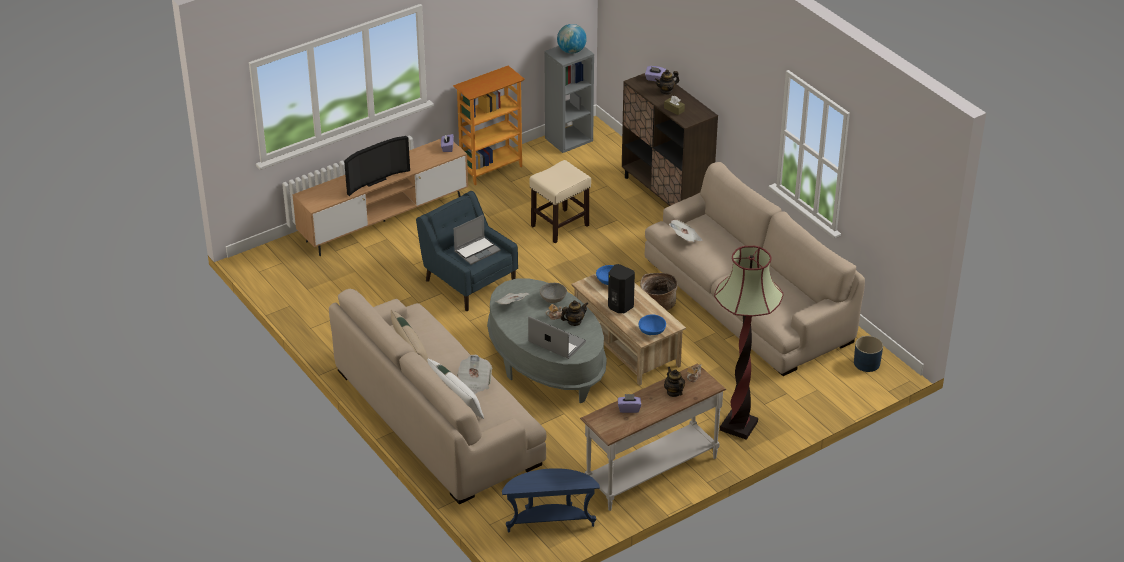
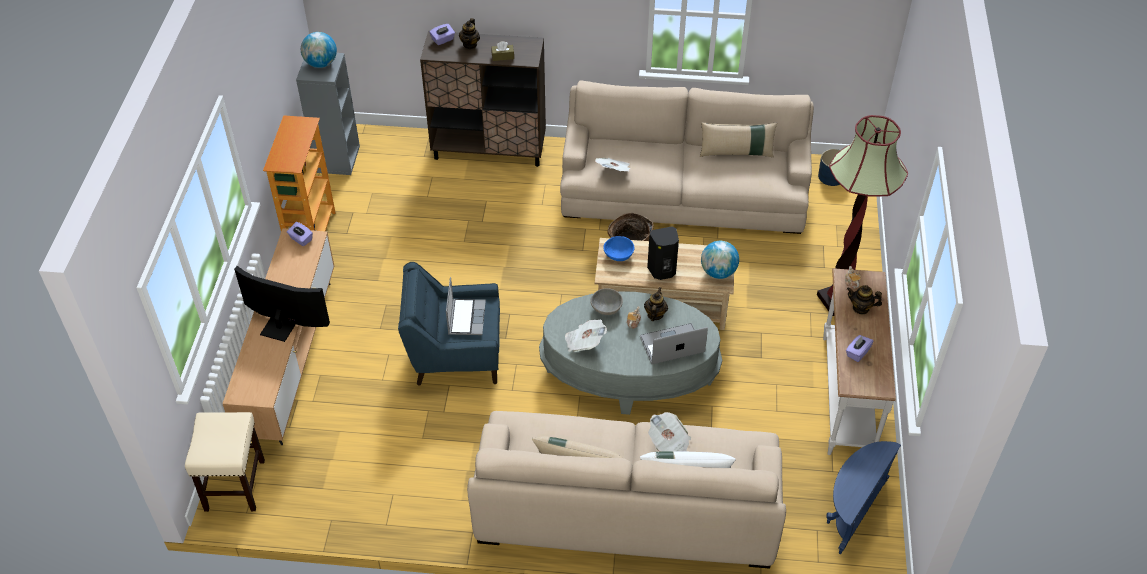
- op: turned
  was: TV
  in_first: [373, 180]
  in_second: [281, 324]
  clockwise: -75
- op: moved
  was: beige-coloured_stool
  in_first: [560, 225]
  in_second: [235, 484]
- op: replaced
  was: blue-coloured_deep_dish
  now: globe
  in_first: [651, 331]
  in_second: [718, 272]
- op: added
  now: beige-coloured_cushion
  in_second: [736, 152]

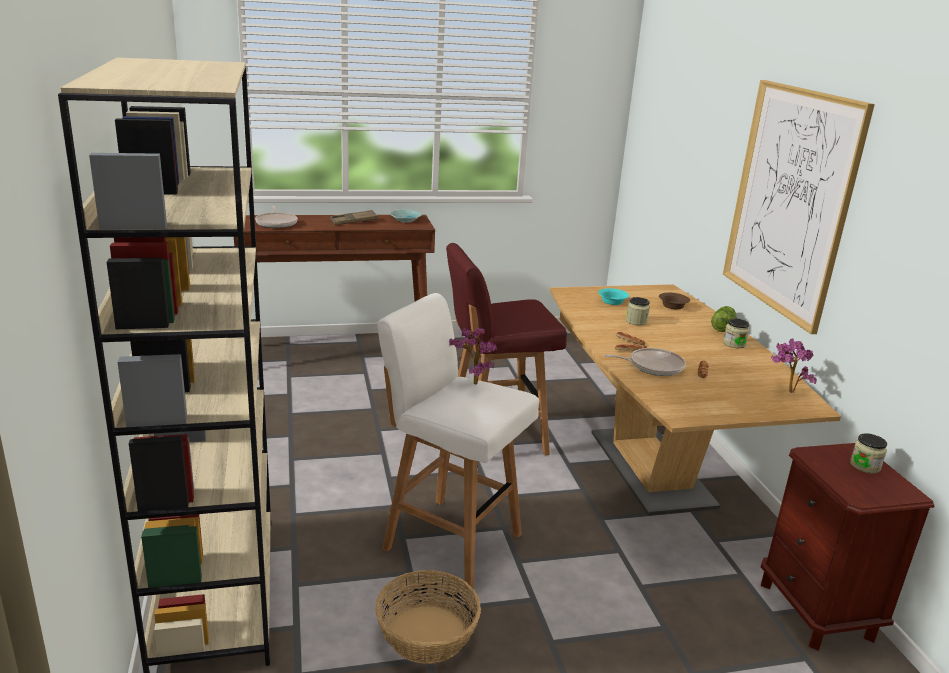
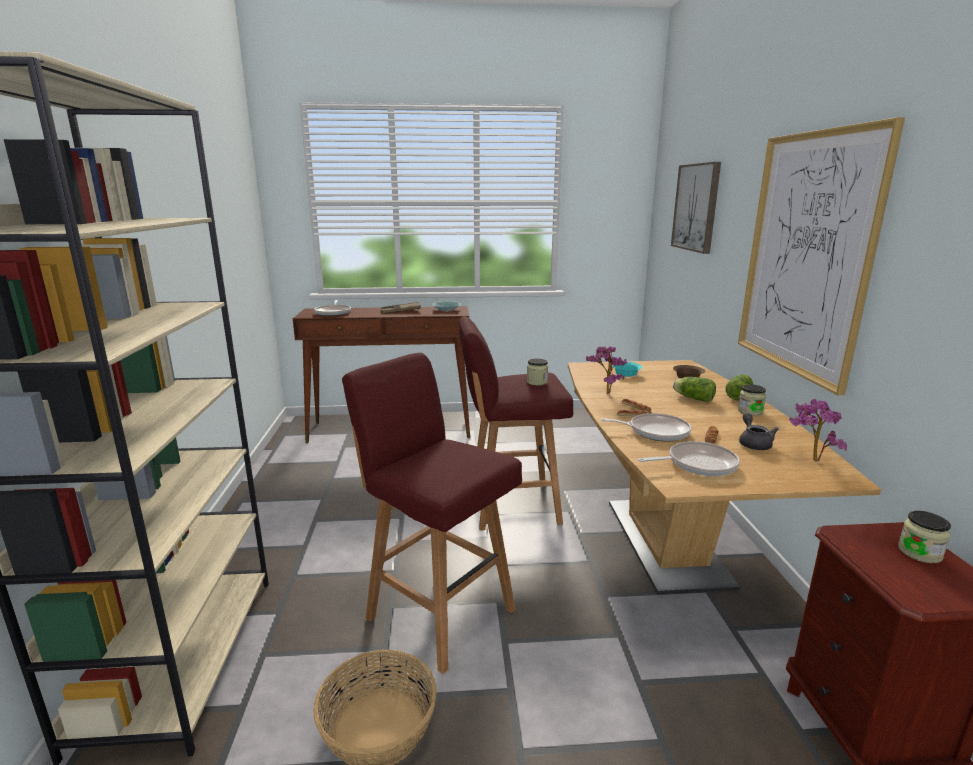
- op: recoloured
  was: white_stool
  now: reddish_stool
  in_first: [450, 540]
  in_second: [438, 611]
- op: moved
  was: houseplant
  in_first: [472, 382]
  in_second: [605, 392]
- op: moved
  was: jar
  in_first: [636, 321]
  in_second: [537, 382]
- op: added
  now: pan
  in_second: [697, 464]
- op: added
  now: wall_picture
  in_second: [696, 207]
- op: added
  now: lettuce_head
  in_second: [692, 398]
- op: added
  now: grey_pot_for_tea
  in_second: [754, 443]

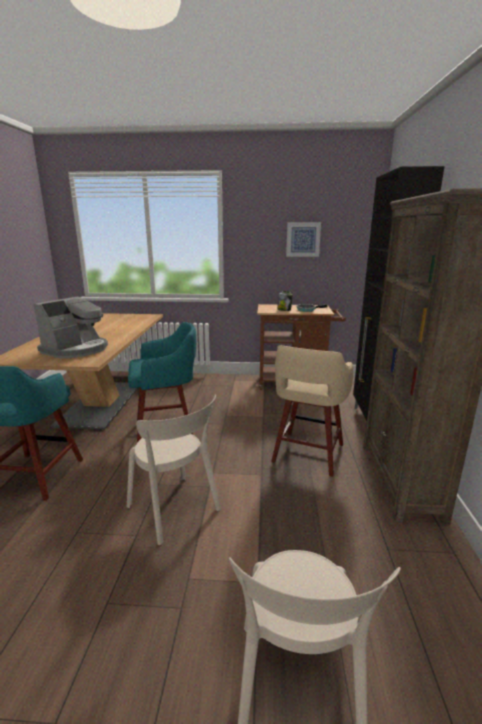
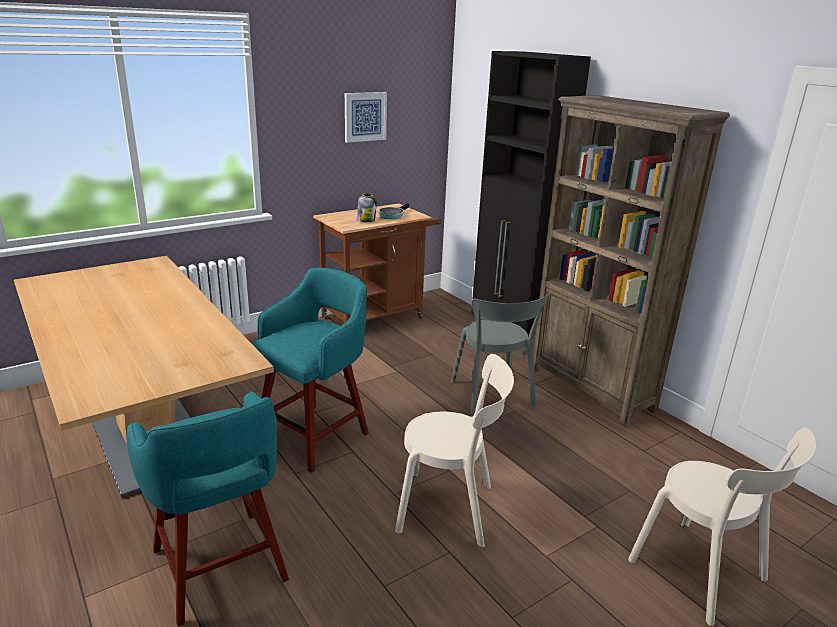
- op: removed
  was: coffee_brewer
  in_first: [76, 349]
- op: replaced
  was: beige-coloured_stool
  now: grey_upright_chair
  in_first: [307, 454]
  in_second: [493, 396]

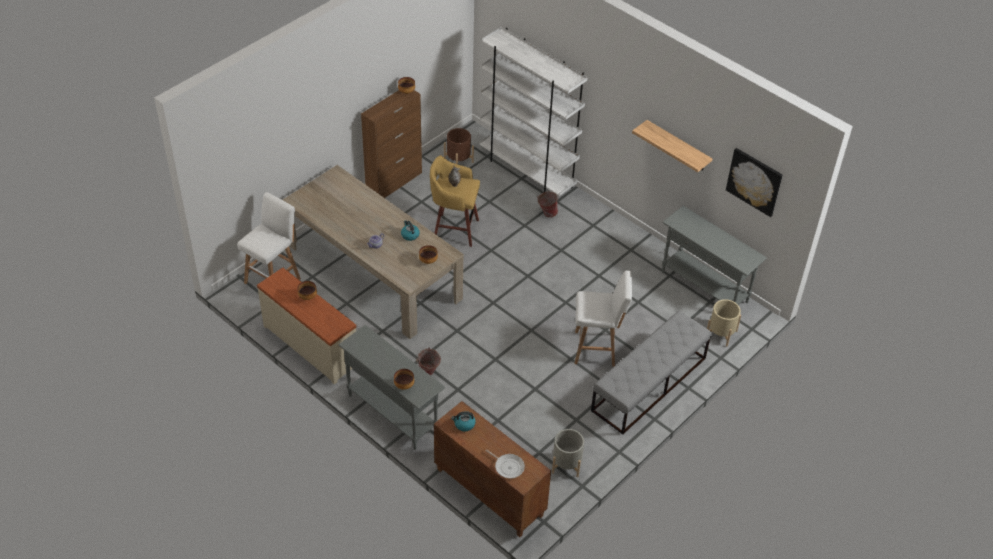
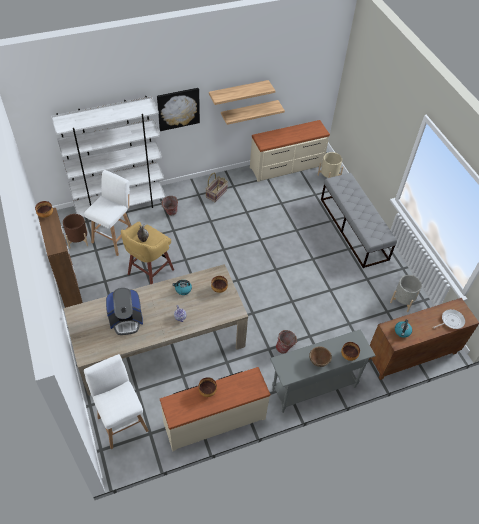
- op: moved
  was: white_stool
  in_first: [597, 349]
  in_second: [114, 238]
- op: replaced
  was: grey_hall_table
  now: beige-coloured_dresser
  in_first: [704, 287]
  in_second: [287, 167]
- op: moved
  was: wall_picture
  in_first: [754, 181]
  in_second: [178, 108]
- op: added
  now: coffee_brewer
  in_second: [126, 320]
- op: added
  now: household_basket
  in_second: [216, 193]
- op: added
  now: bracket_shelf
  in_second: [249, 112]
- op: added
  now: brown_deep_dish
  in_second: [318, 361]

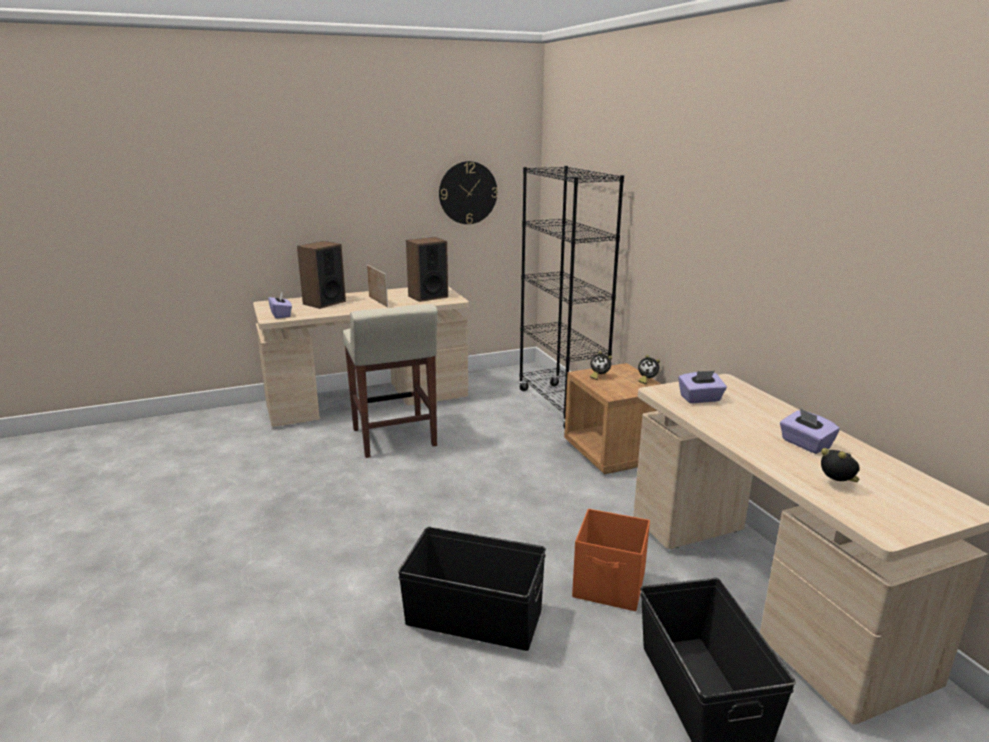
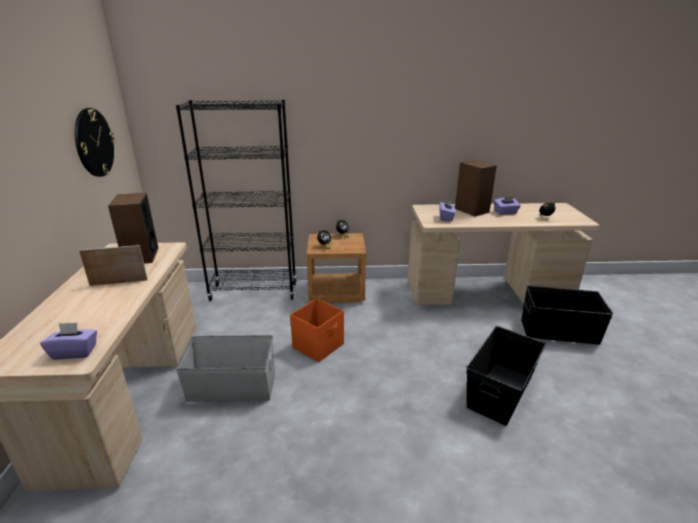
- op: moved
  was: loudspeaker
  in_first: [324, 302]
  in_second: [471, 210]
- op: replaced
  was: beige-coloured_stool
  now: grey_storage_bin
  in_first: [394, 438]
  in_second: [232, 387]
- op: moved
  was: orange-coloured_storage_bin
  in_first: [610, 586]
  in_second: [319, 345]

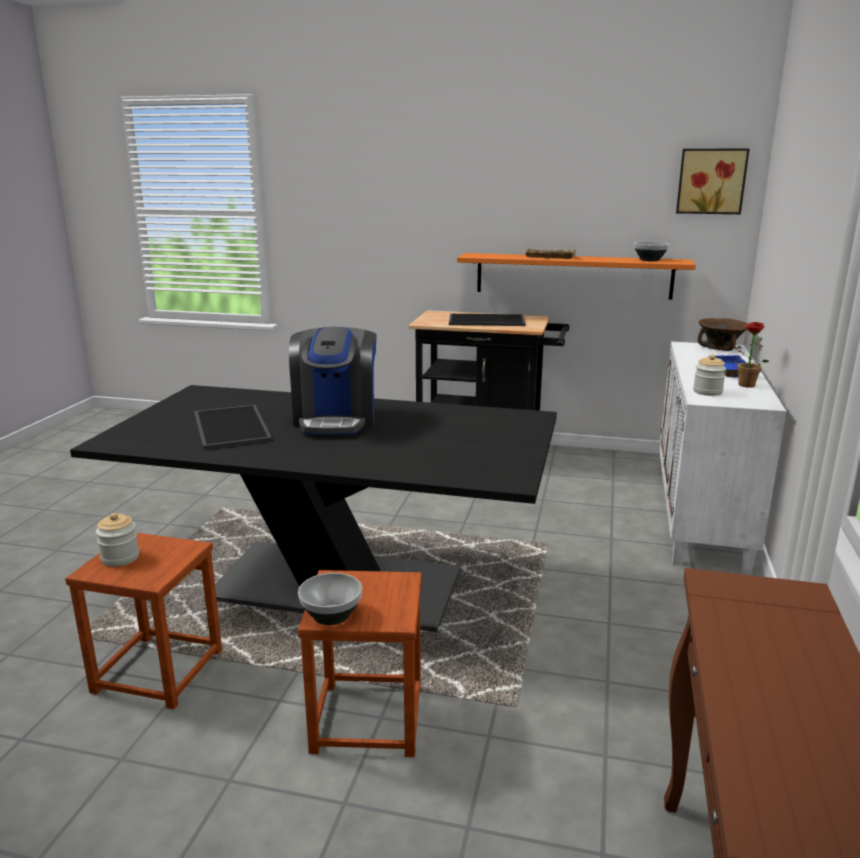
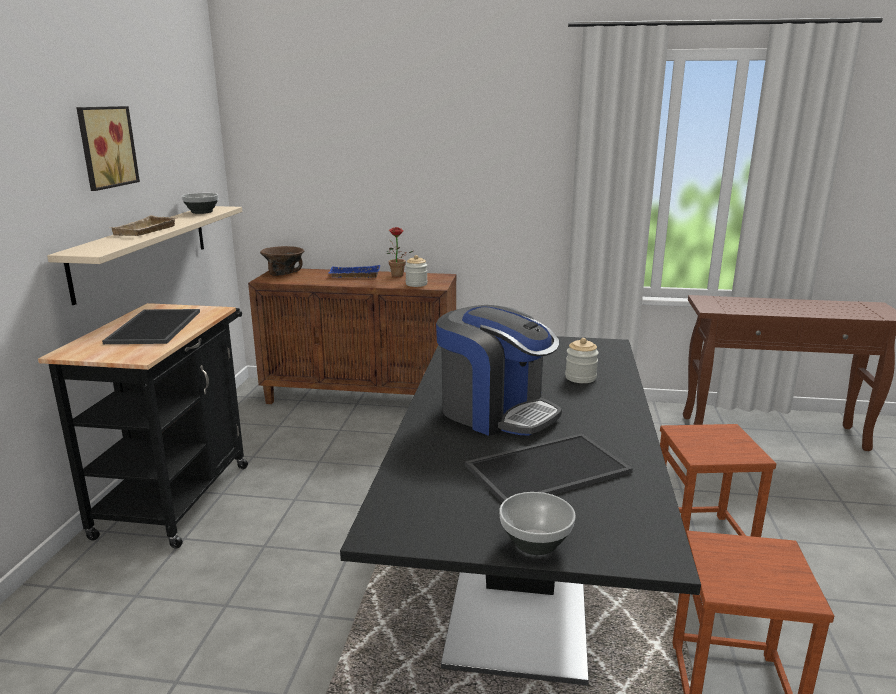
- op: moved
  was: jar
  in_first: [120, 558]
  in_second: [580, 378]
- op: turned
  was: coffee_brewer
  in_first: [336, 419]
  in_second: [496, 412]
  clockwise: 45
- op: moved
  was: deep_dish
  in_first: [331, 616]
  in_second: [536, 542]
- op: recoloured
  was: orange-coloured_bracket_shelf
  now: beige-coloured_bracket_shelf
  in_first: [573, 275]
  in_second: [144, 249]
- op: recoloured
  was: white_cupboard
  now: brown_cupboard
  in_first: [701, 516]
  in_second: [361, 397]
- op: moved
  was: wall_picture
  in_first: [711, 181]
  in_second: [104, 147]

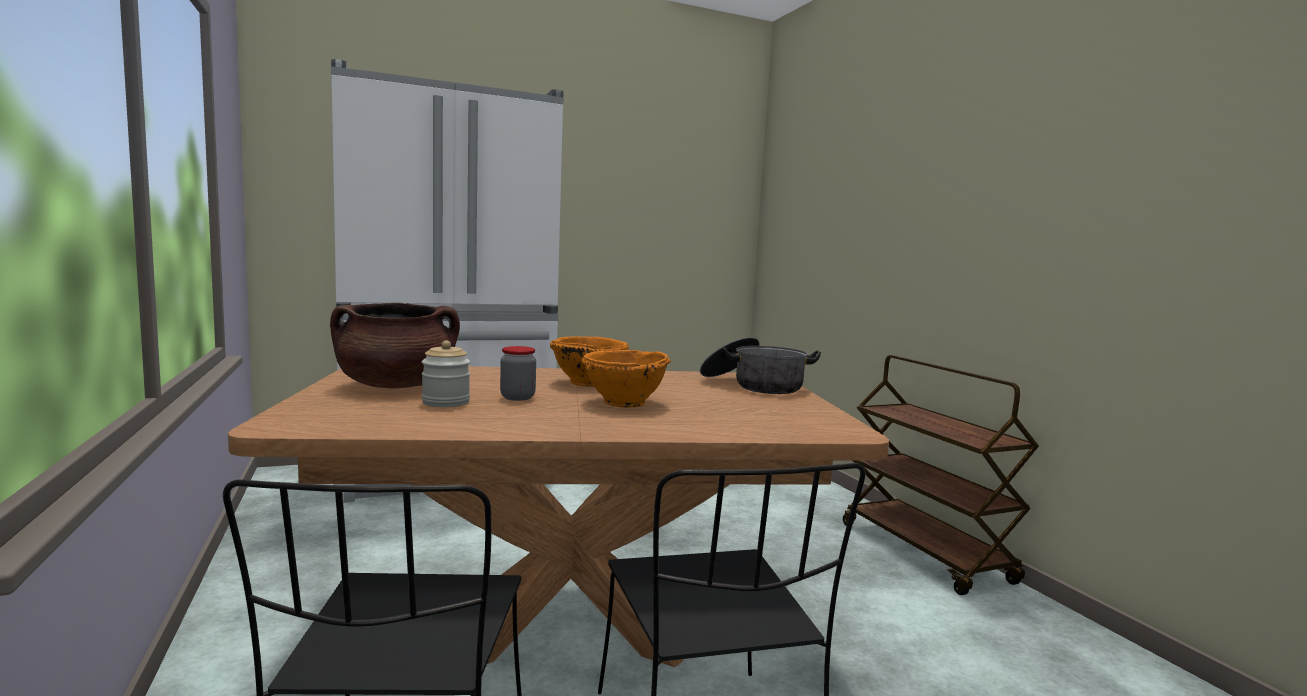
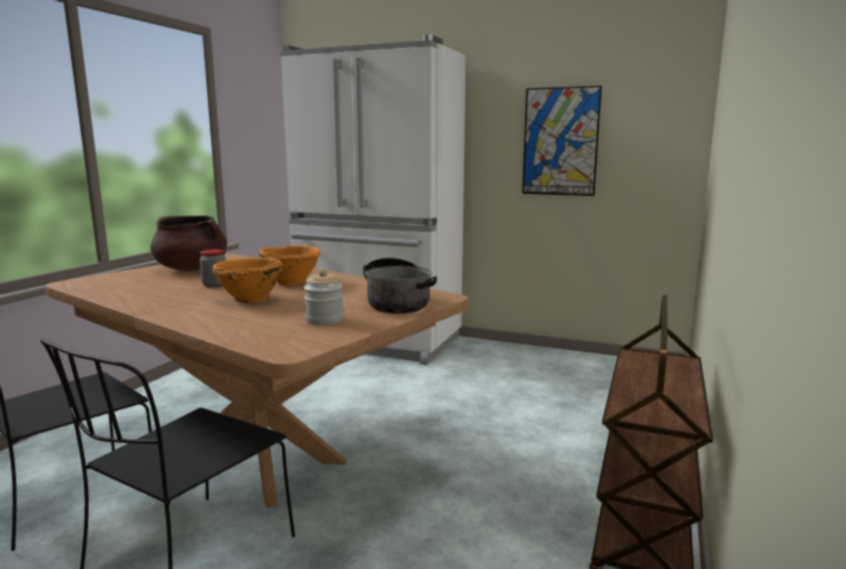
- op: moved
  was: jar
  in_first: [446, 402]
  in_second: [324, 320]
- op: added
  now: wall_picture
  in_second: [560, 142]

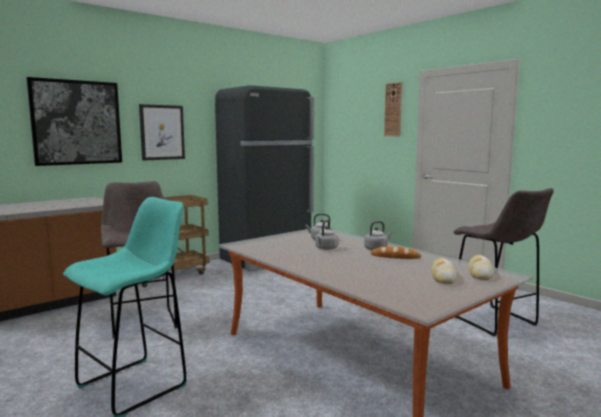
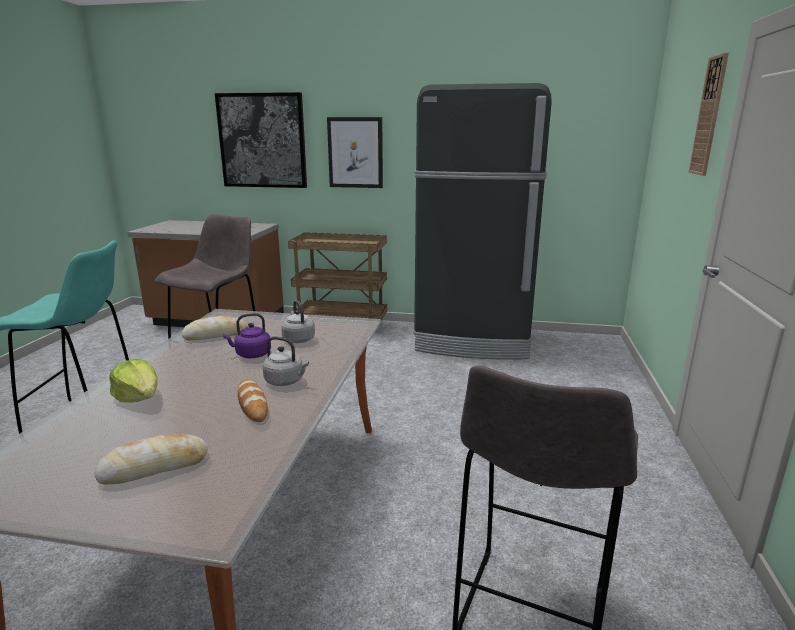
- op: recoloured
  was: grey_tea_kettle
  now: purple_tea_kettle
  in_first: [326, 249]
  in_second: [251, 354]
- op: moved
  was: bakery_bread
  in_first: [480, 273]
  in_second: [216, 335]
- op: added
  now: lettuce_head
  in_second: [139, 398]

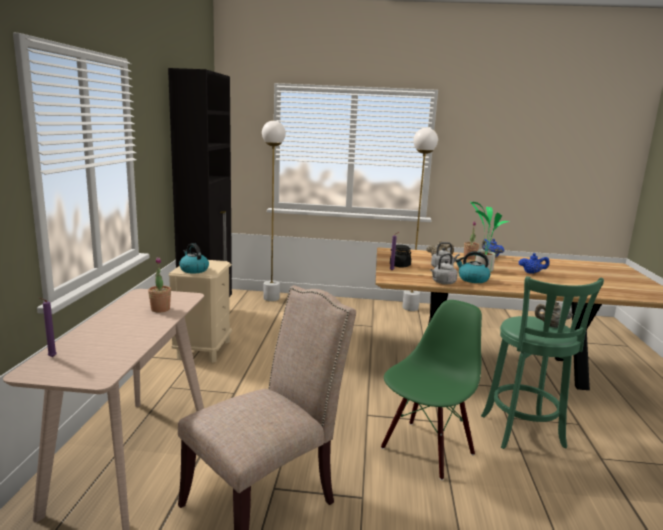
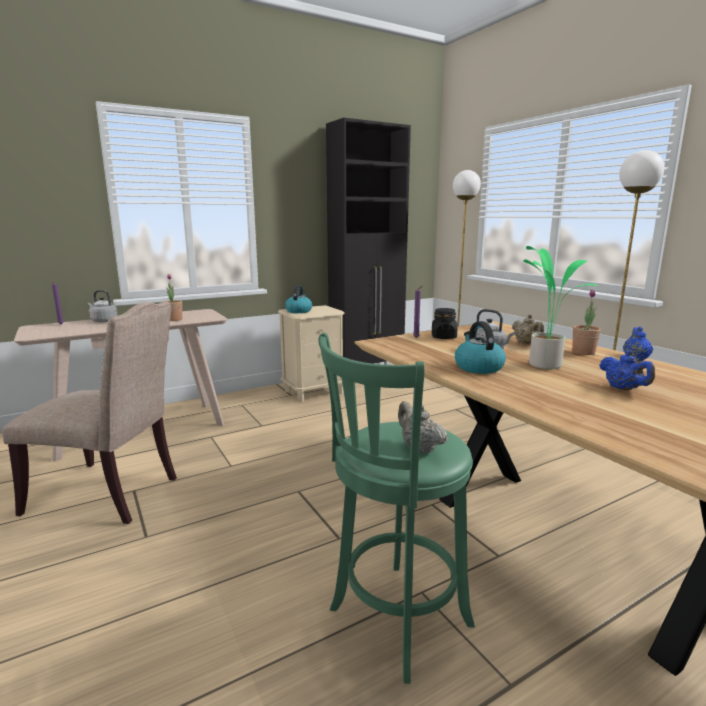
- op: removed
  was: green_upright_chair
  in_first: [426, 449]
- op: moved
  was: grey_tea_kettle
  in_first: [442, 283]
  in_second: [103, 321]

